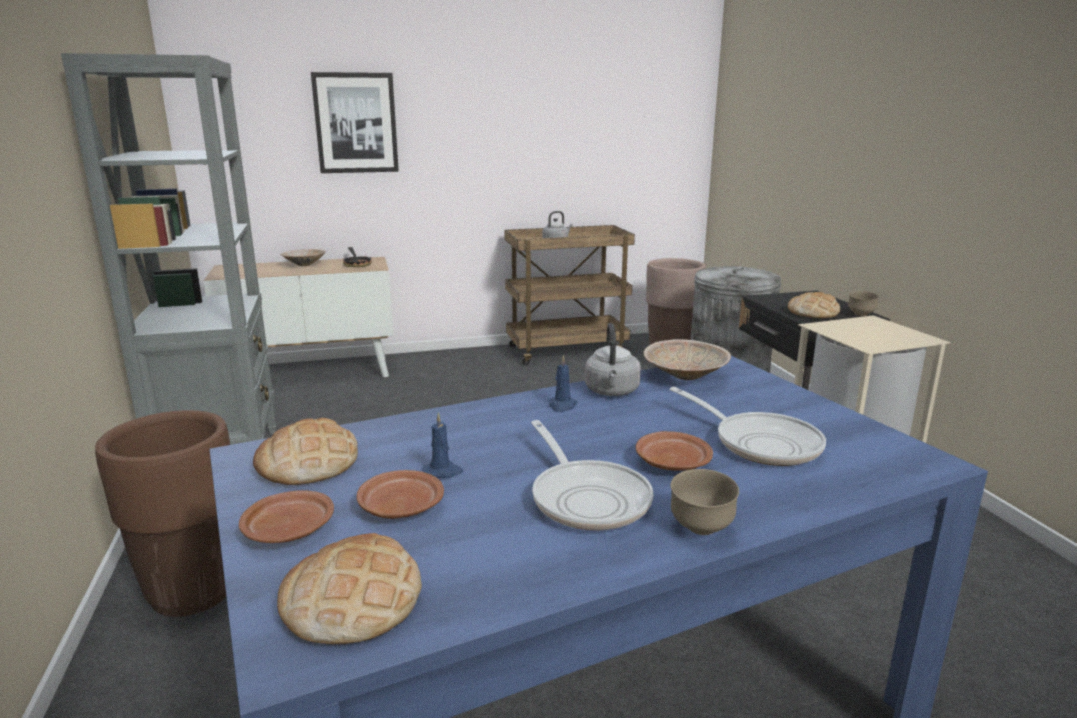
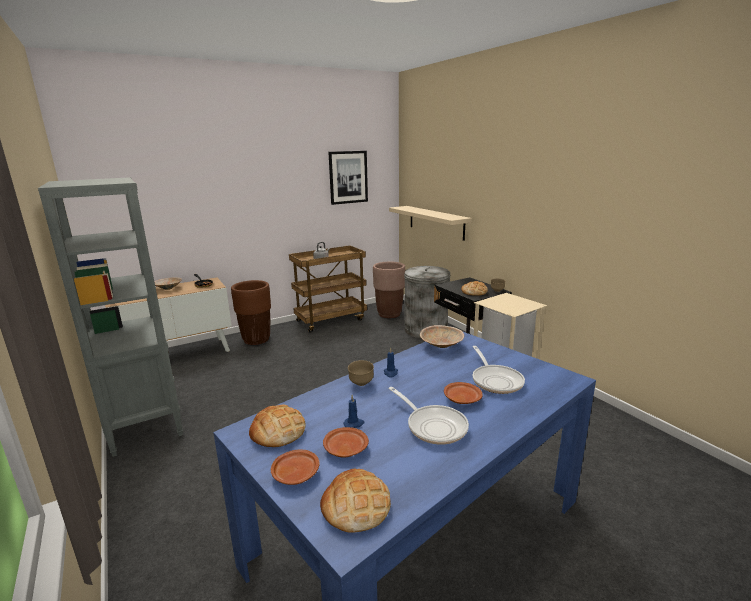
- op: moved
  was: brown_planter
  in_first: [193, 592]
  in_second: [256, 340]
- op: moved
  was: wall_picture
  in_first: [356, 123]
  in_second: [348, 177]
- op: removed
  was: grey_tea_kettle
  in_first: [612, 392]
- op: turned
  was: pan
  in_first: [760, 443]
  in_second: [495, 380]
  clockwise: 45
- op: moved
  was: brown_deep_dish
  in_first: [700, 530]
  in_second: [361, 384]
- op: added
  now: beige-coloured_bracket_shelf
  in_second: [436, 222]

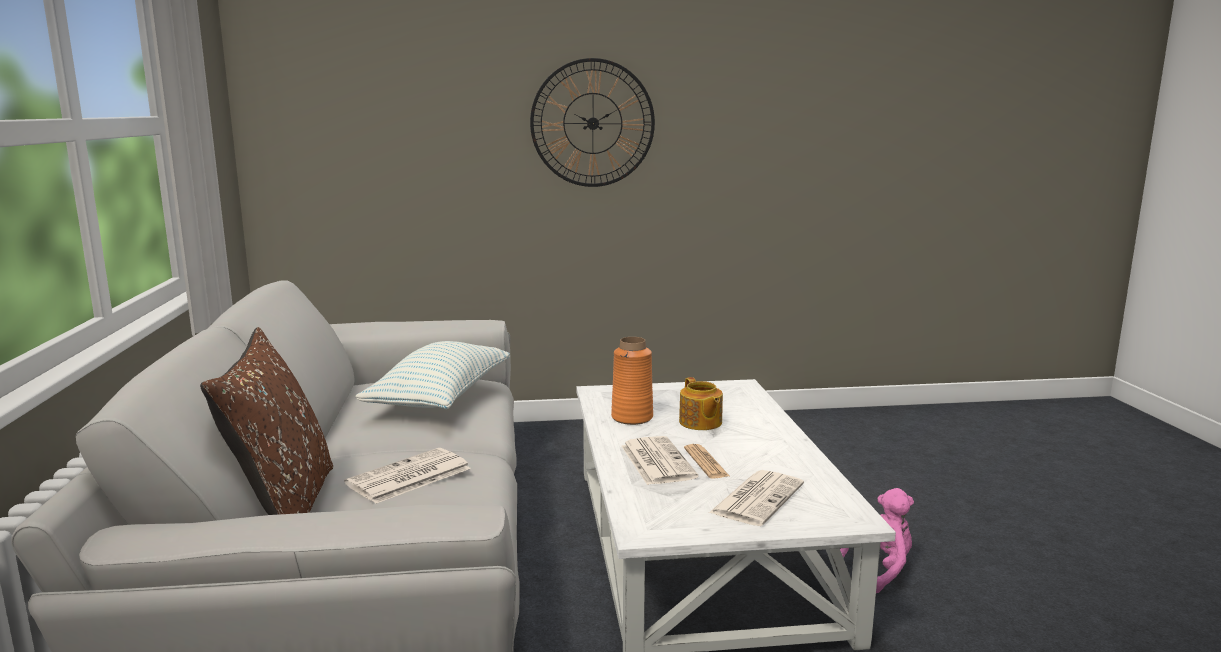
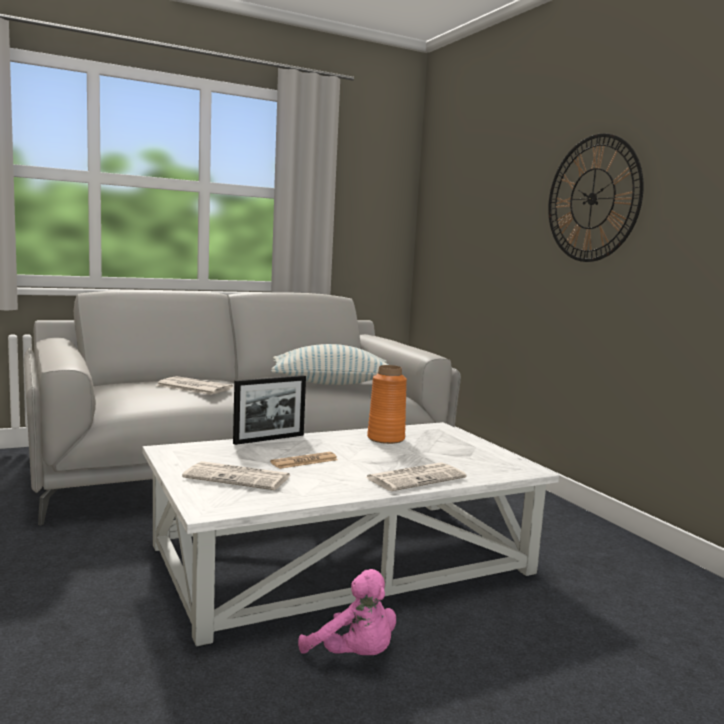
- op: removed
  was: brown_cushion
  in_first: [283, 508]
- op: moved
  was: newspaper
  in_first: [656, 461]
  in_second: [416, 478]
- op: removed
  was: pot_for_tea
  in_first: [700, 423]
- op: added
  now: picture_frame
  in_second: [269, 439]

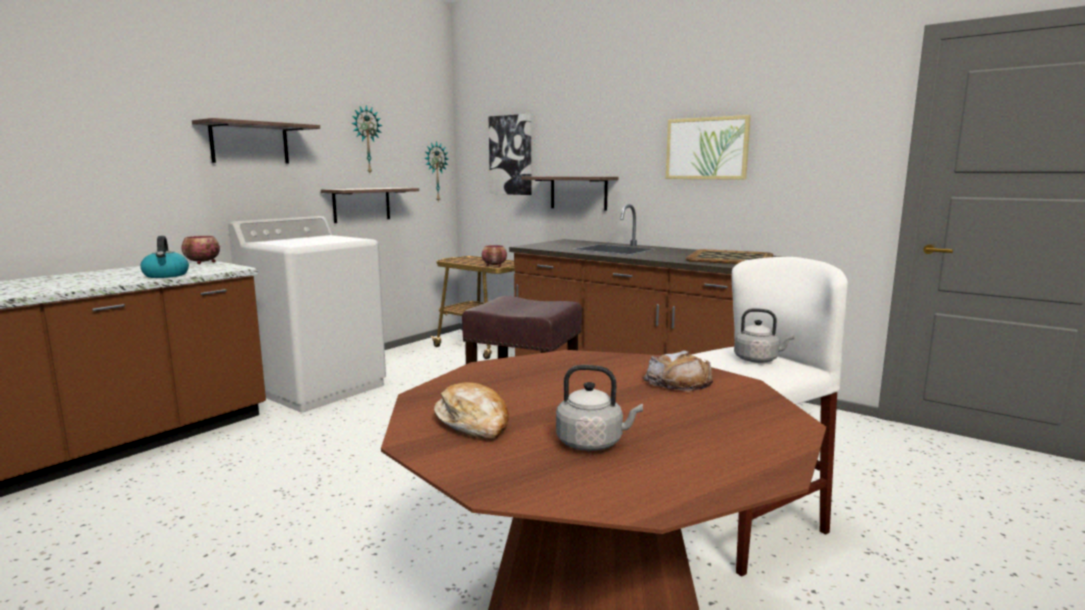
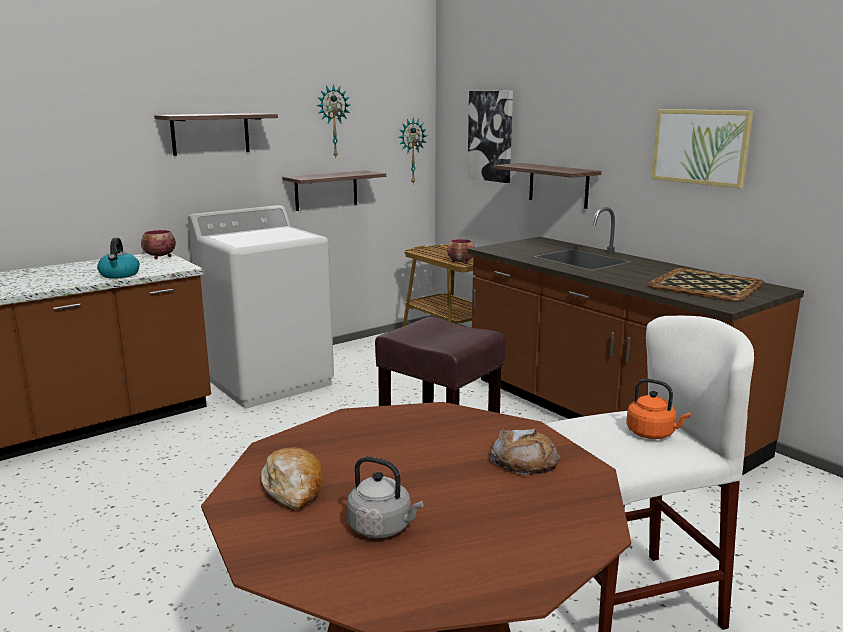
- op: recoloured
  was: grey_tea_kettle
  now: orange-coloured_tea_kettle
  in_first: [758, 360]
  in_second: [653, 434]

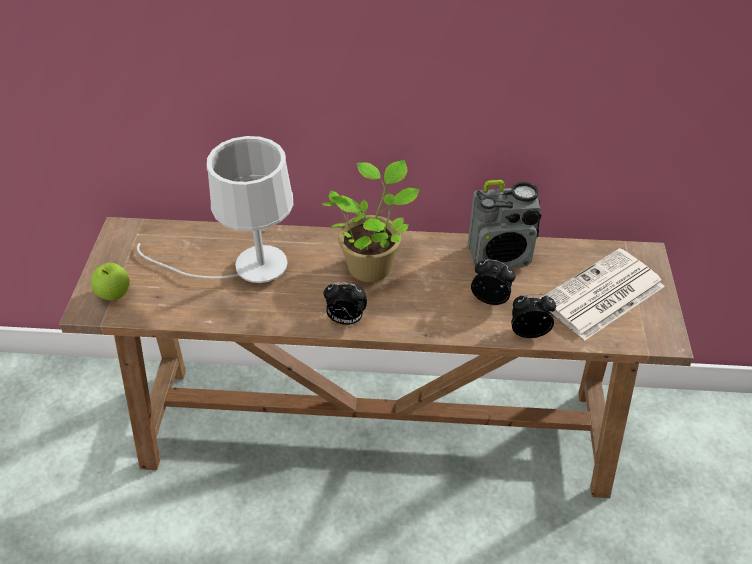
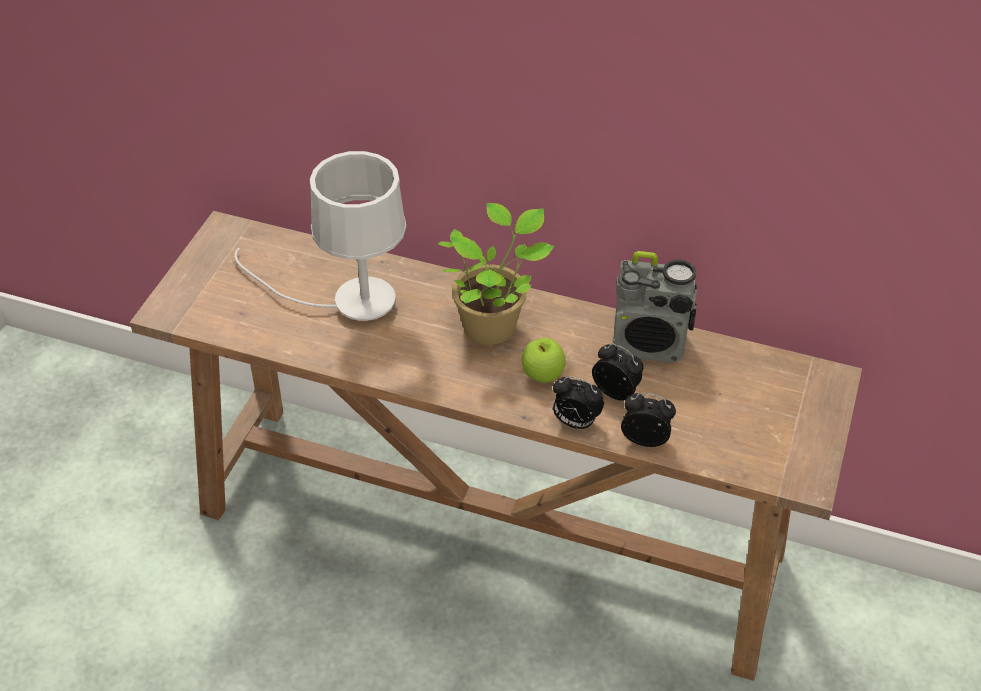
- op: moved
  was: apple_fruit
  in_first: [114, 294]
  in_second: [542, 375]
- op: moved
  was: bedside_clock
  in_first: [345, 320]
  in_second: [575, 422]
- op: removed
  was: newspaper
  in_first: [601, 295]

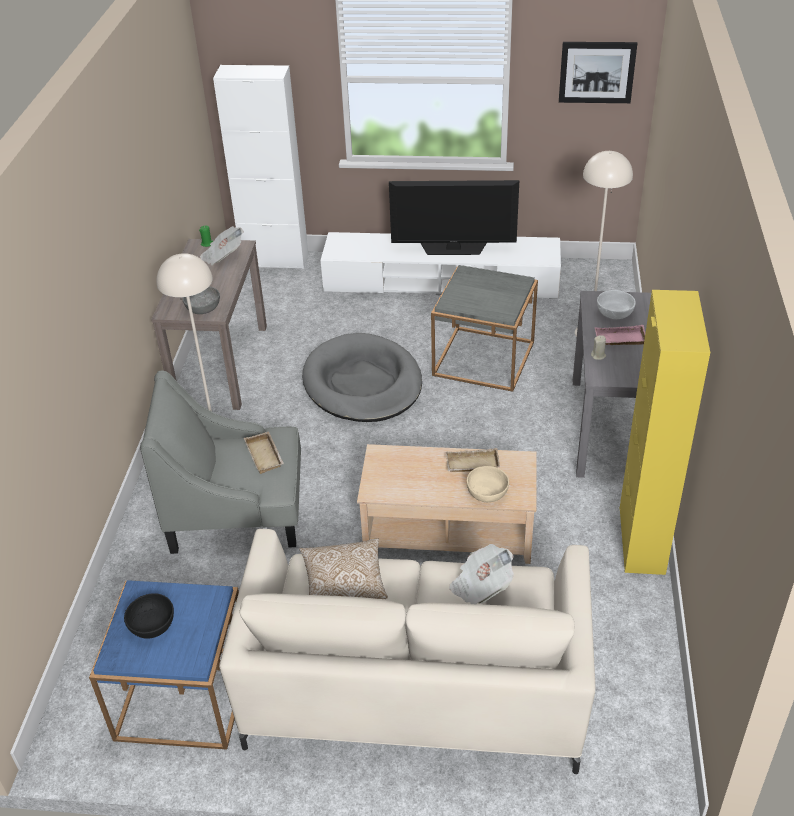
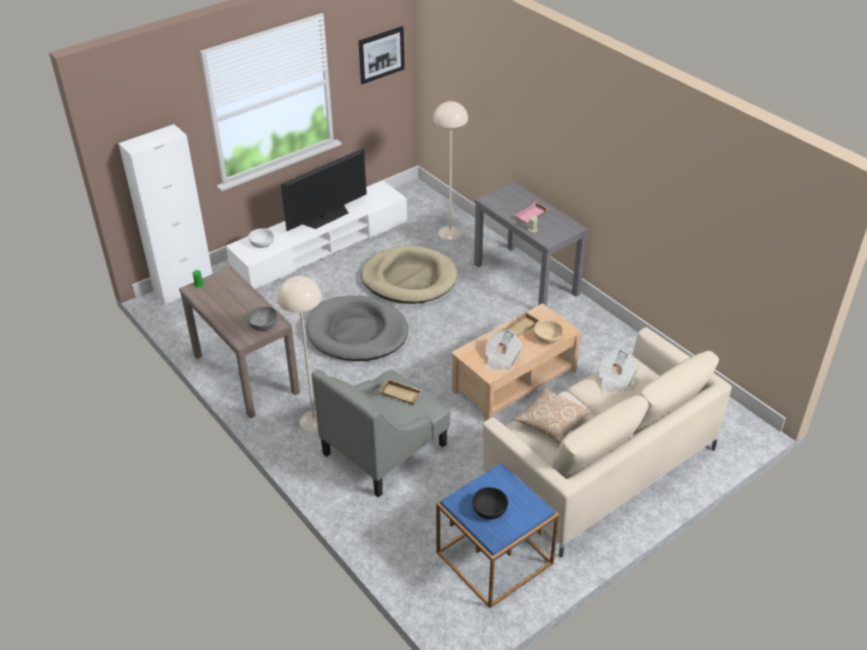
- op: moved
  was: newspaper
  in_first: [223, 256]
  in_second: [501, 358]
- op: replaced
  was: grey_accent_table
  now: beige-coloured_dog_bed
  in_first: [483, 358]
  in_second: [409, 279]
- op: moved
  was: white_deep_dish
  in_first: [615, 312]
  in_second: [262, 243]
- op: removed
  was: yellow-coloured_cupboard
  in_first: [641, 540]

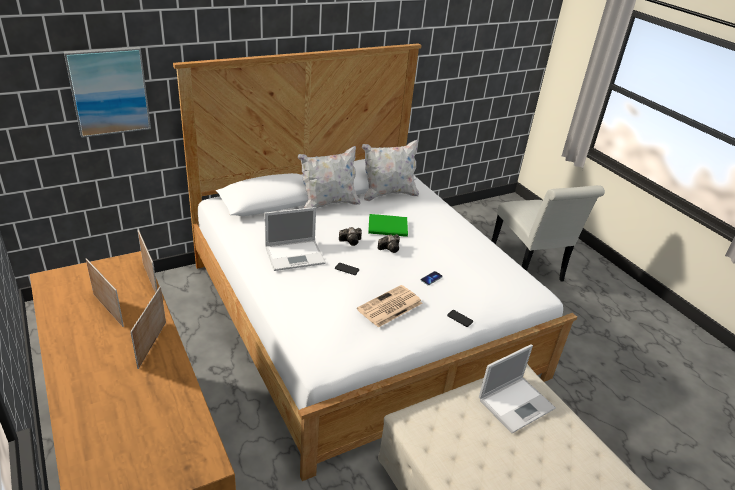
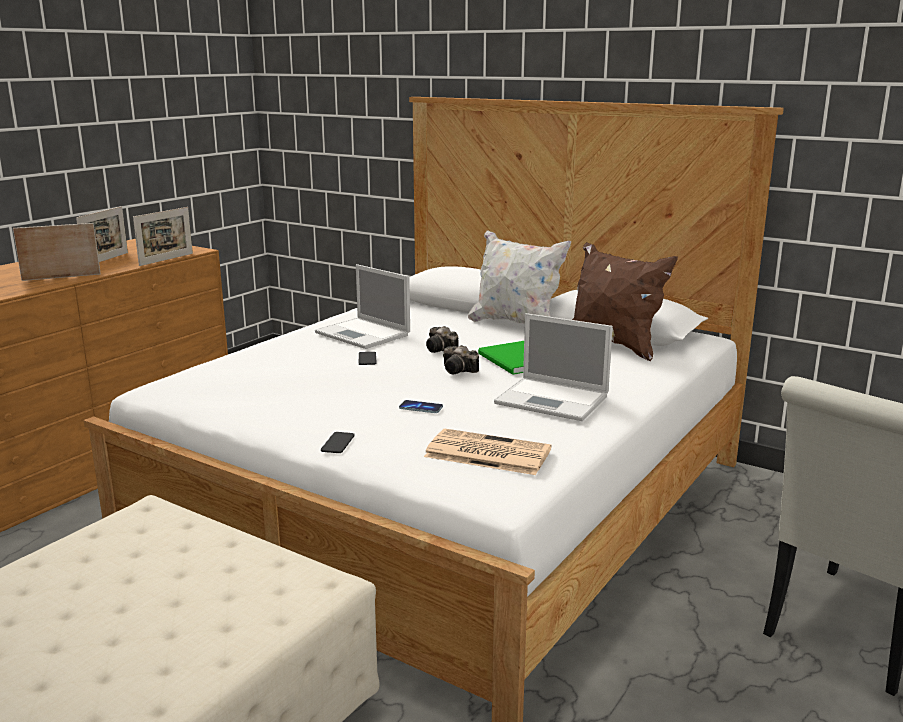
- op: removed
  was: wall_picture
  in_first: [109, 91]
- op: moved
  was: newspaper
  in_first: [389, 307]
  in_second: [486, 453]
- op: recoloured
  was: white_cushion
  now: brown_cushion
  in_first: [388, 194]
  in_second: [613, 345]
- op: moved
  was: laptop
  in_first: [517, 403]
  in_second: [554, 400]

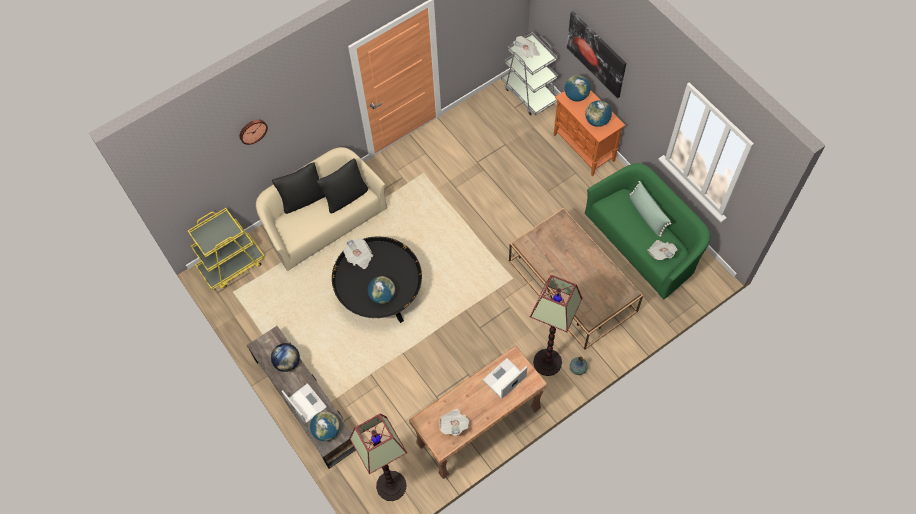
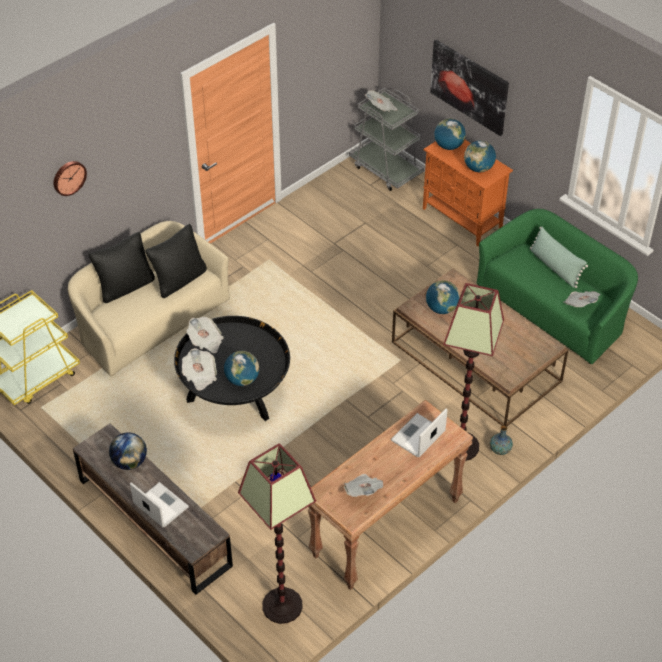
- op: moved
  was: globe
  in_first: [326, 430]
  in_second: [441, 308]
- op: added
  now: newspaper
  in_second: [200, 376]

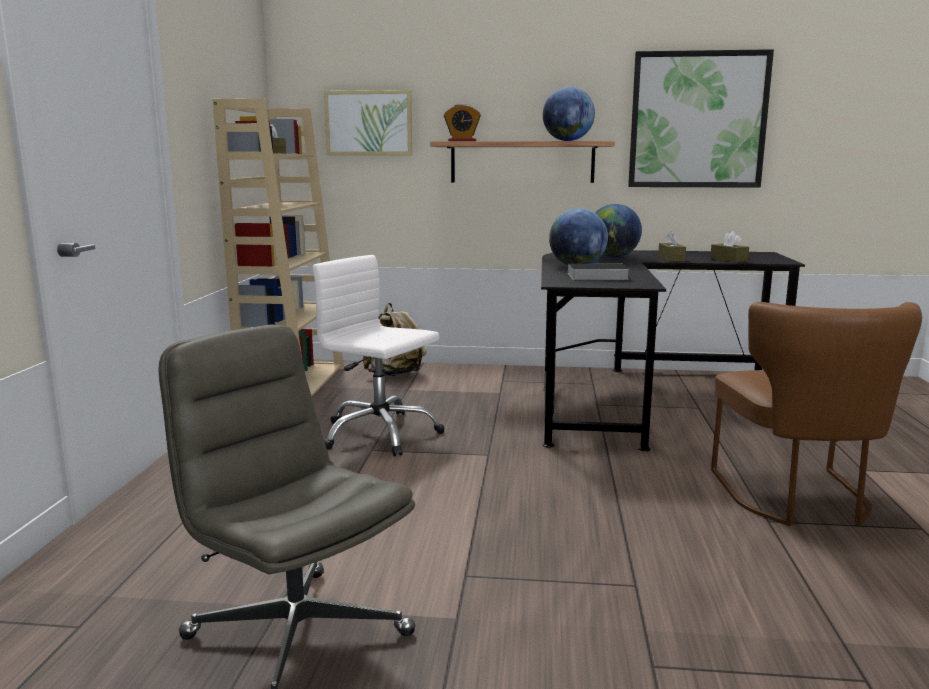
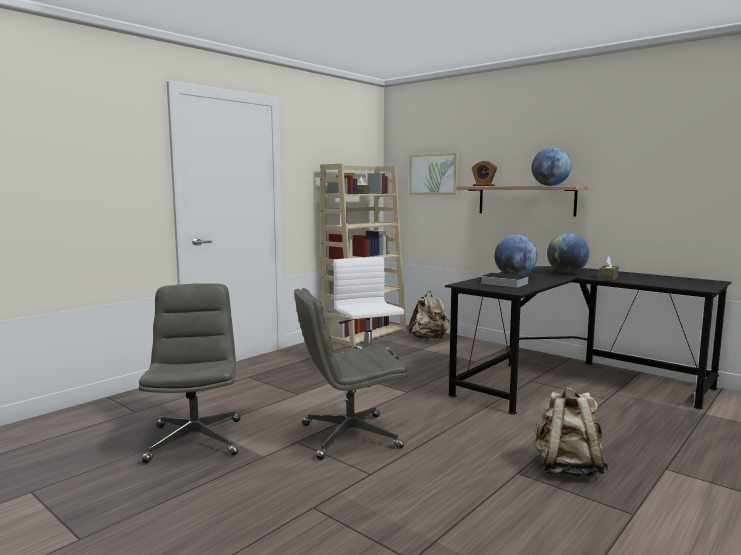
- op: removed
  was: wall_picture
  in_first: [697, 120]
- op: removed
  was: brown_box_of_tissues
  in_first: [728, 260]
- op: replaced
  was: brown_upright_chair
  now: beige-coloured_knapsack
  in_first: [798, 499]
  in_second: [567, 469]
- op: added
  now: grey_computer_chair
  in_second: [349, 436]

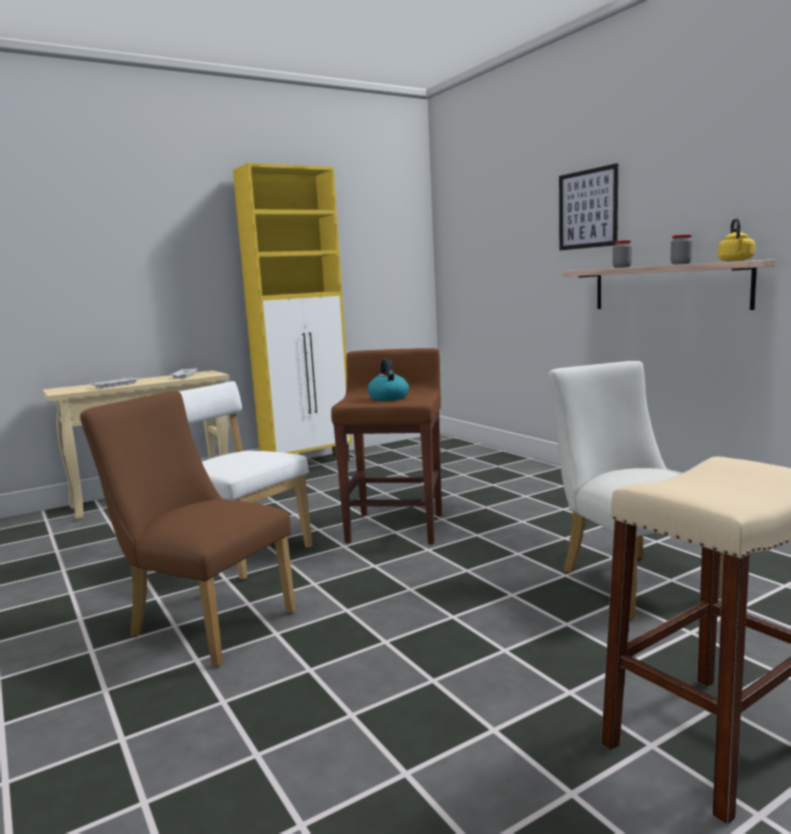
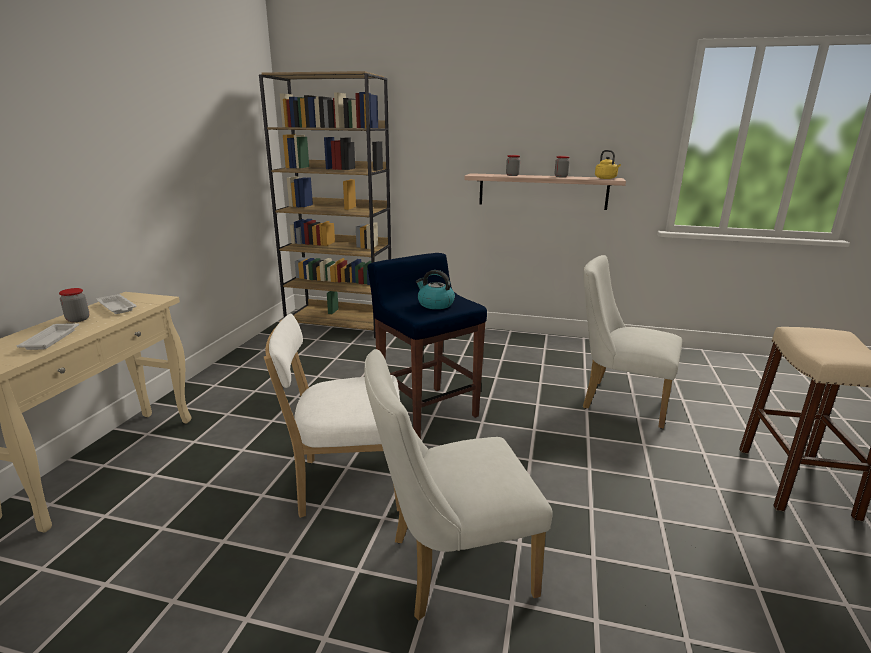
- op: recoloured
  was: brown_upright_chair
  now: white_upright_chair
  in_first: [204, 622]
  in_second: [450, 567]
- op: removed
  was: yellow-coloured_cupboard
  in_first: [308, 464]
- op: recoloured
  was: brown_stool
  now: blue-coloured_stool
  in_first: [396, 527]
  in_second: [426, 411]
- op: removed
  was: wall_picture
  in_first: [587, 209]
- op: added
  now: jar
  in_second: [78, 319]
- op: added
  now: brown_bookshelf
  in_second: [340, 324]

